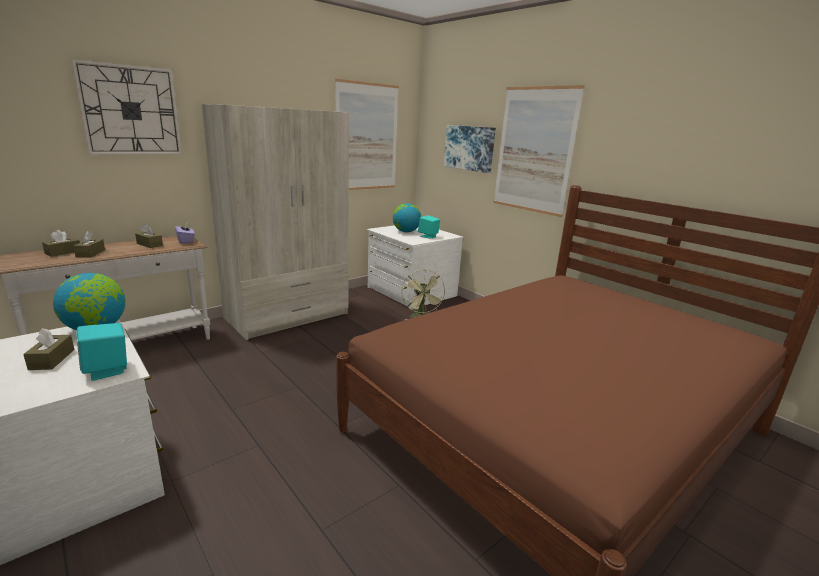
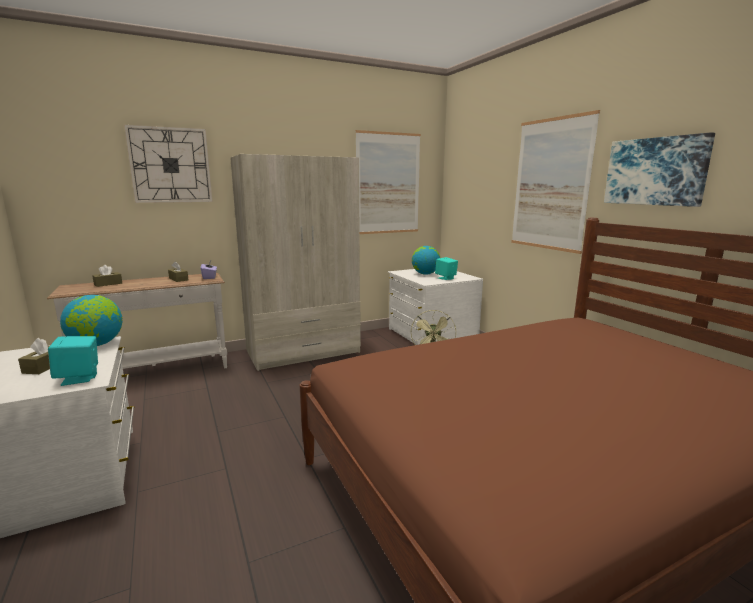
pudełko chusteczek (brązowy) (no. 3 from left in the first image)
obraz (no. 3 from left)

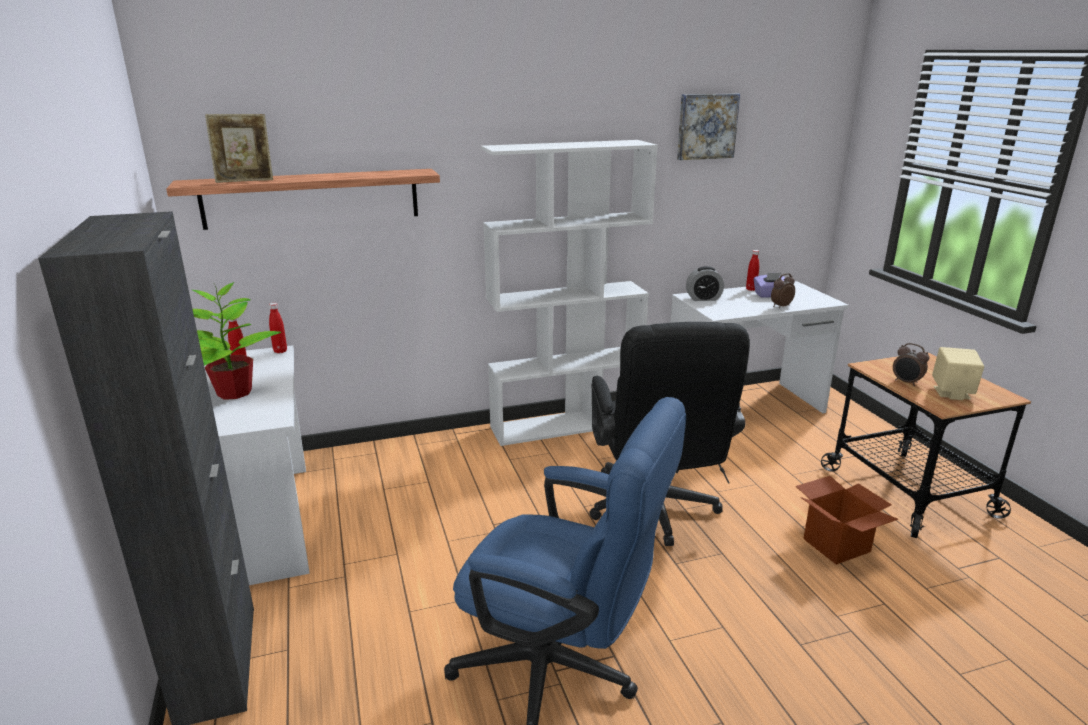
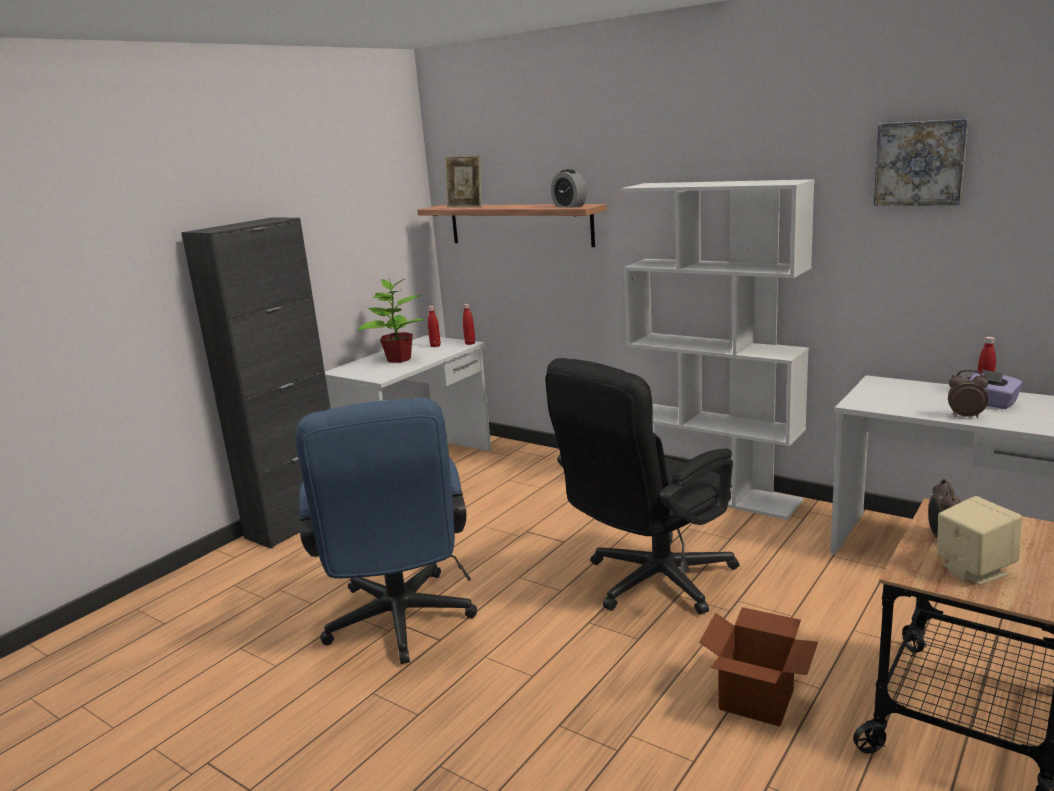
budzik (no. 1 from left)

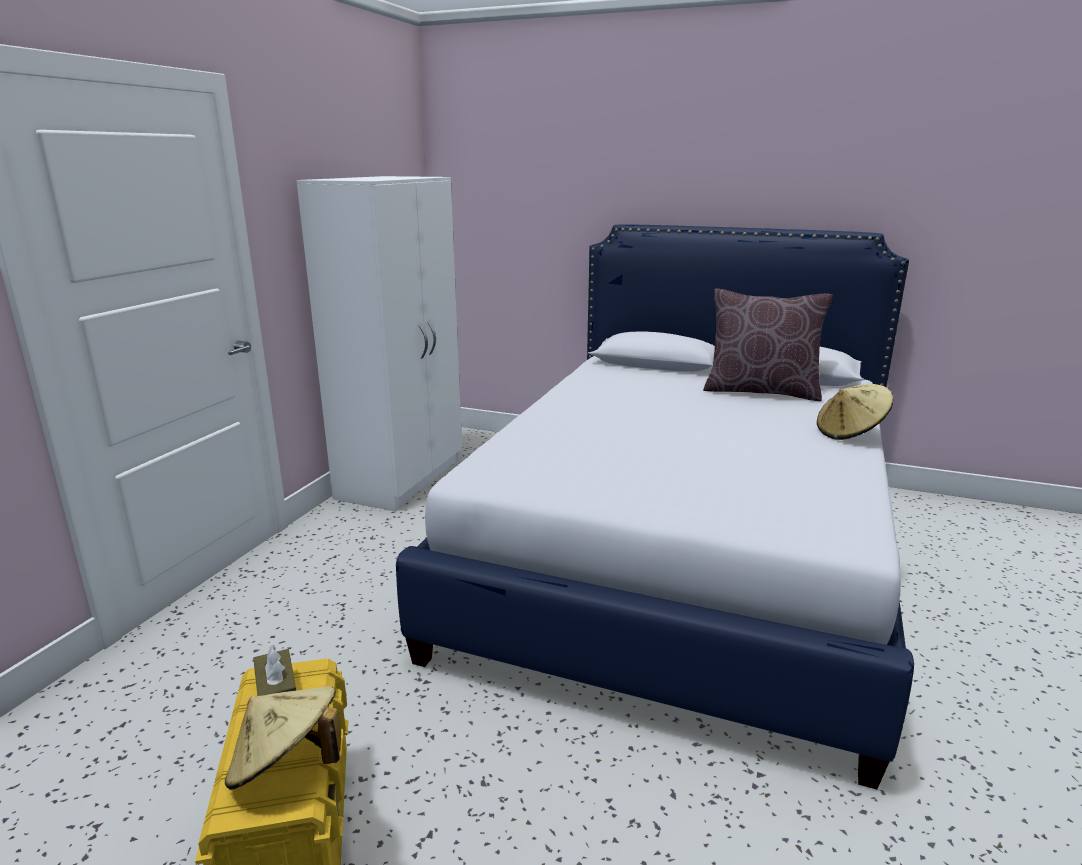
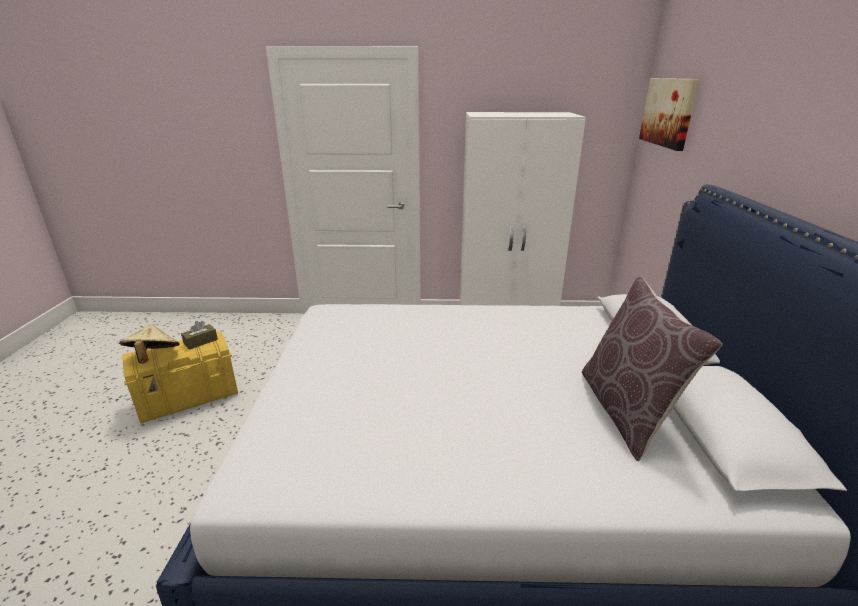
kapelusz (beżowy) (no. 2 from left in the first image)
obraz

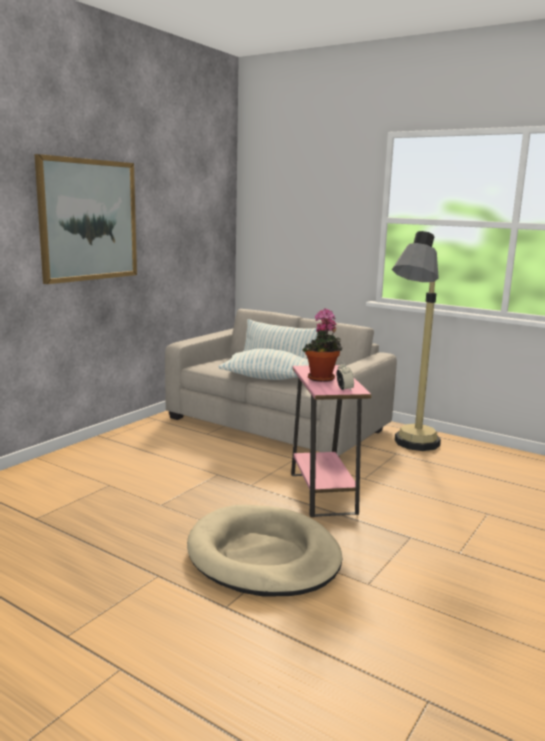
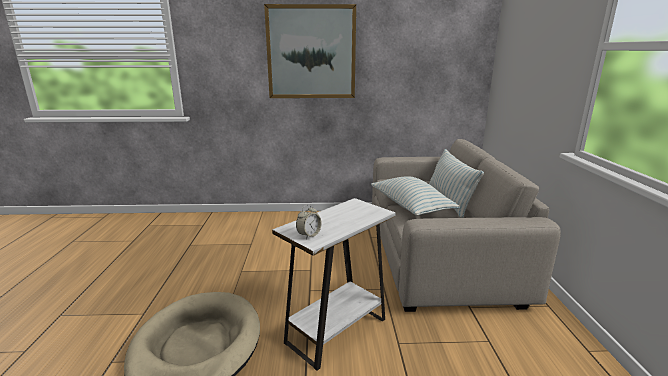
stolik (biały)
roślina doniczkowa
lampa stojąca

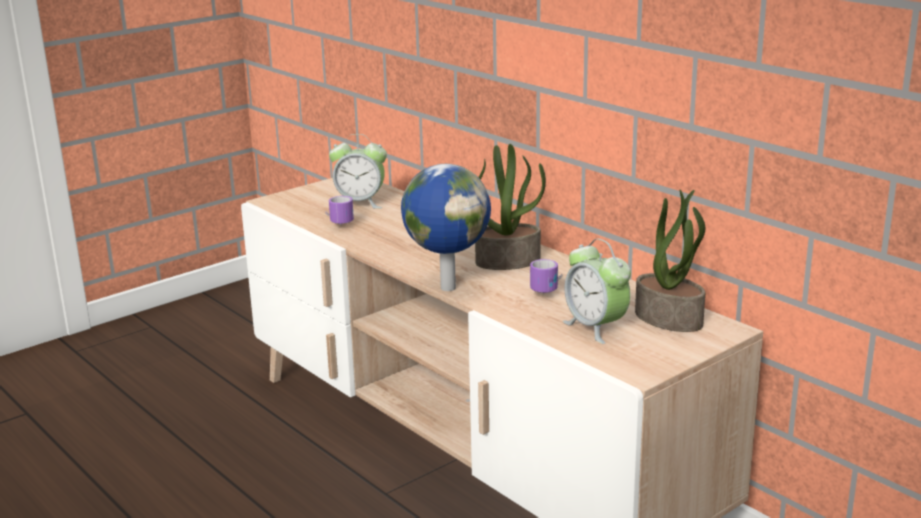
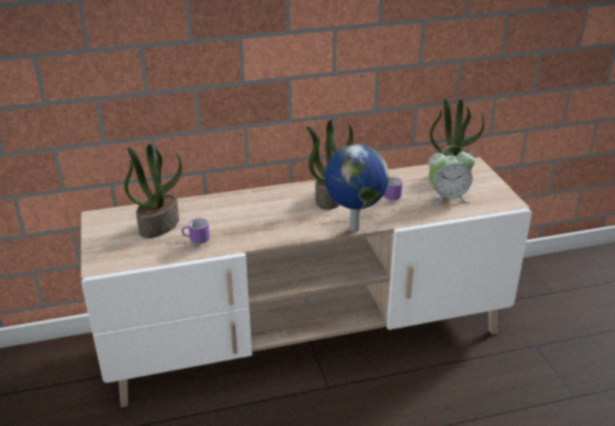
roślina doniczkowa (no. 1 from left)

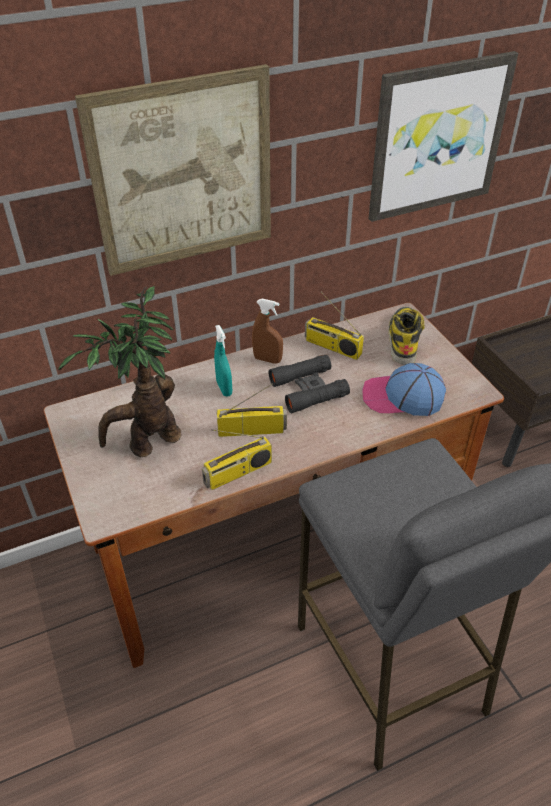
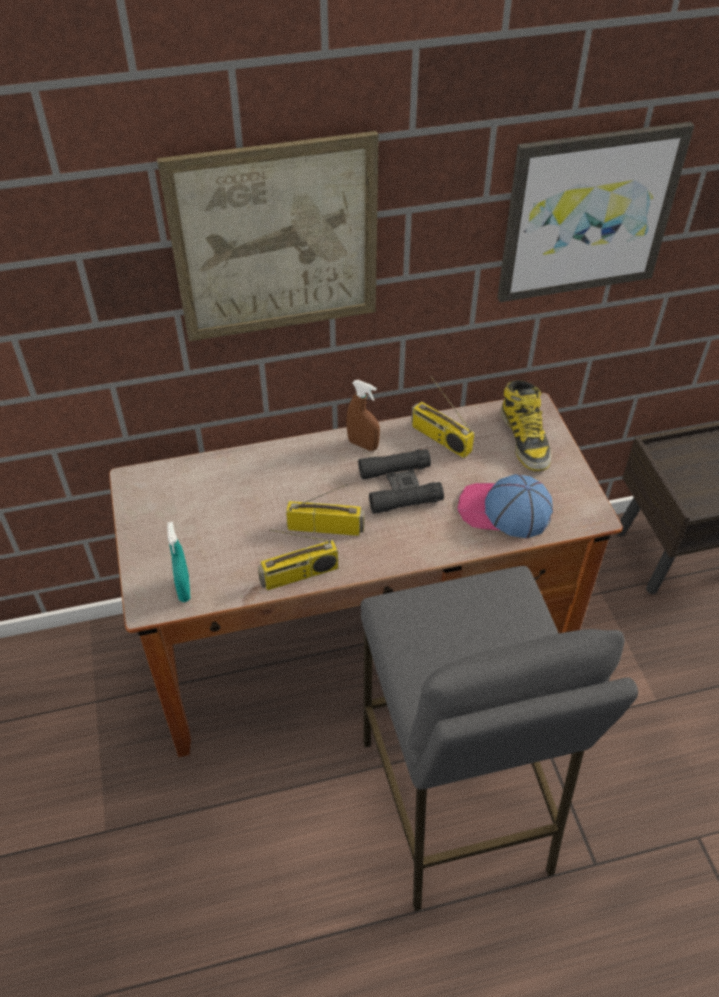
roślina doniczkowa
spryskiwacz (turkusowy)
but z cholewką

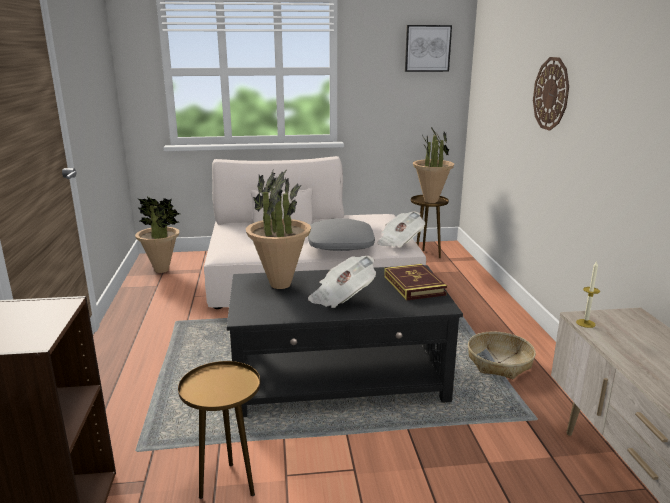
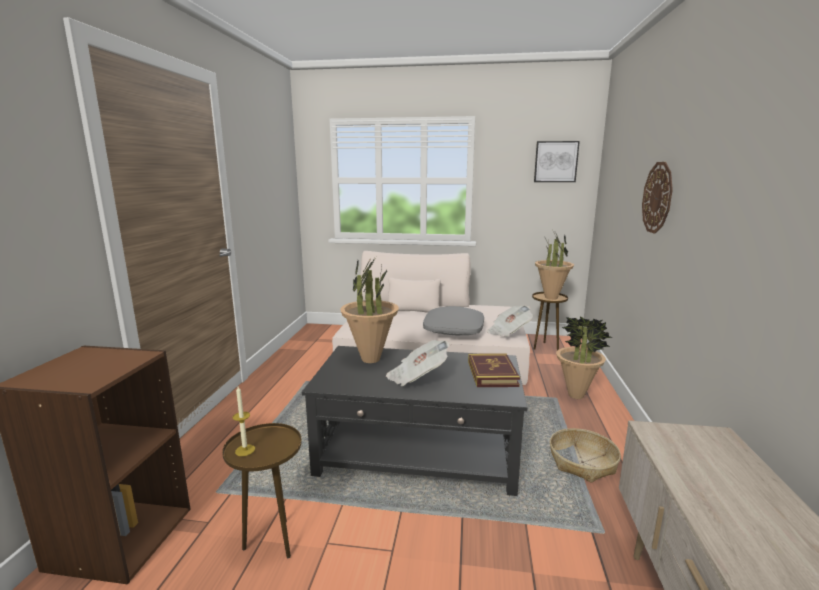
roślina doniczkowa (no. 3 from left)
świeca

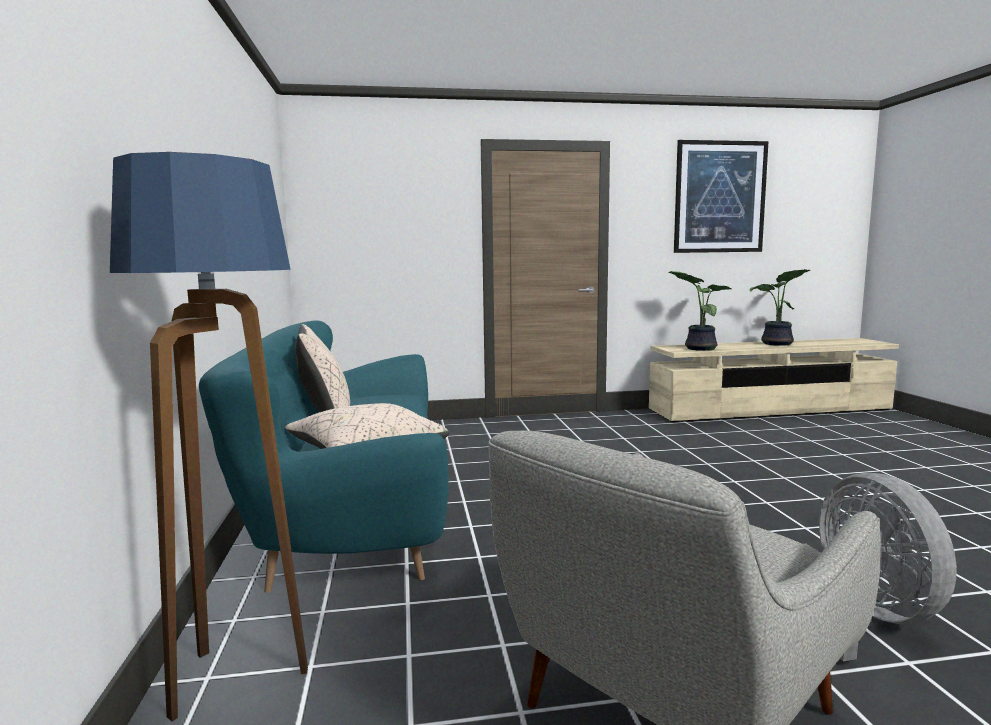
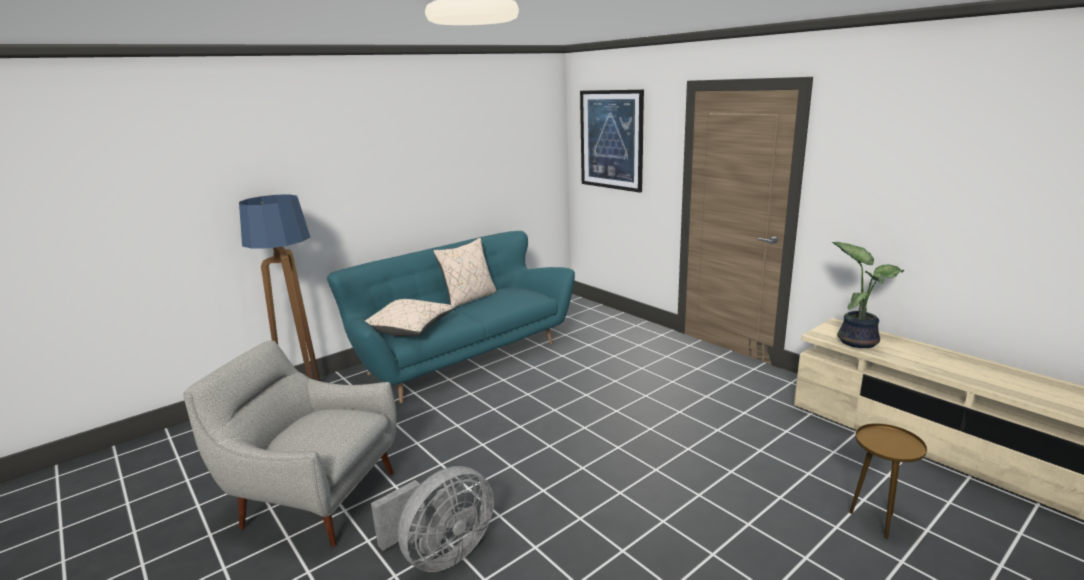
obraz
roślina doniczkowa (no. 2 from left in the first image)
stolik (brązowy)

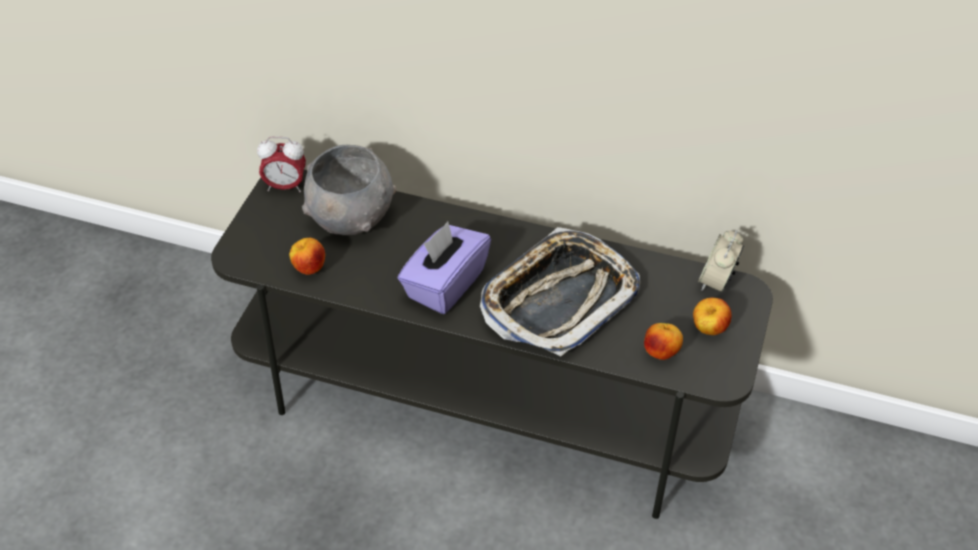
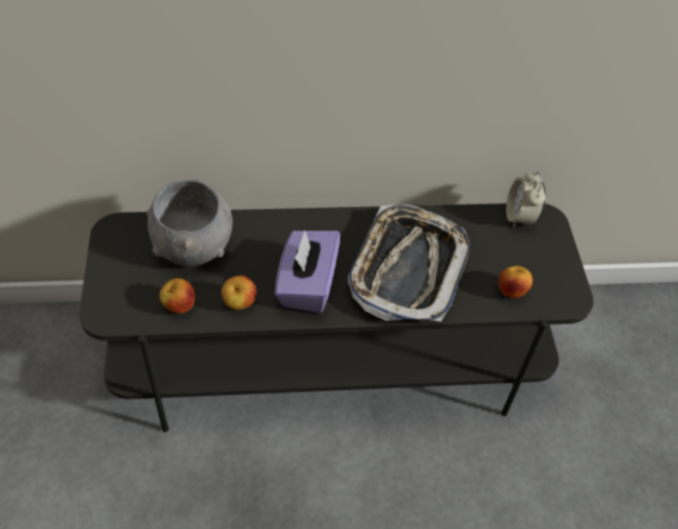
budzik (no. 1 from left in the first image)
jabłko (no. 2 from left)

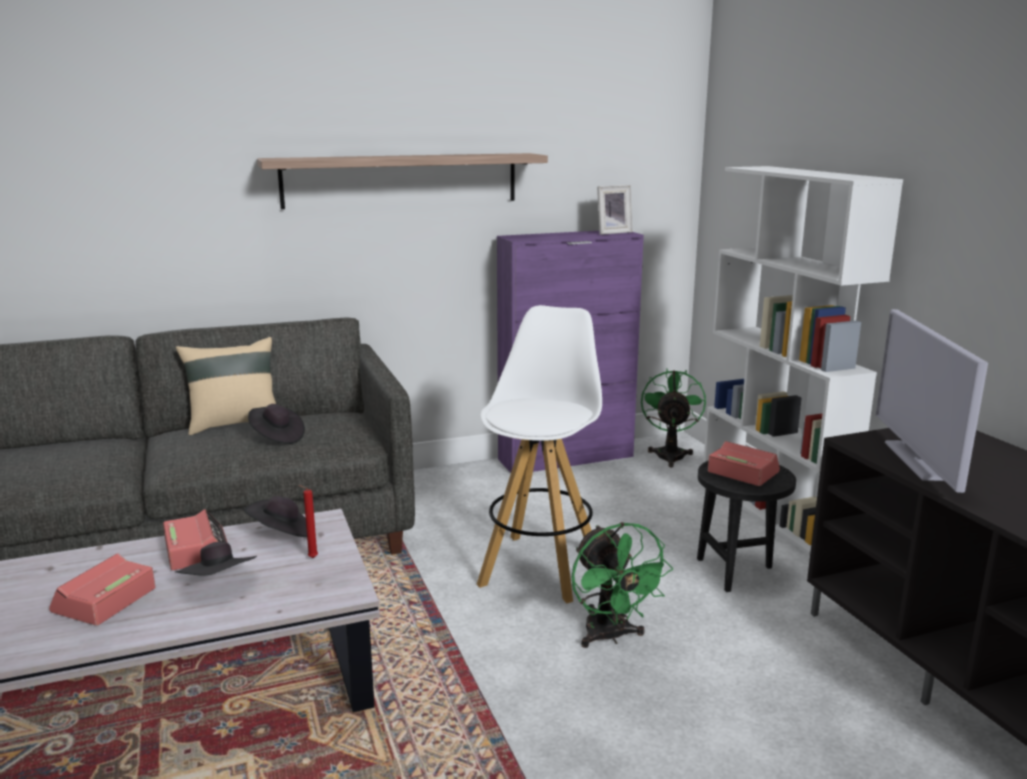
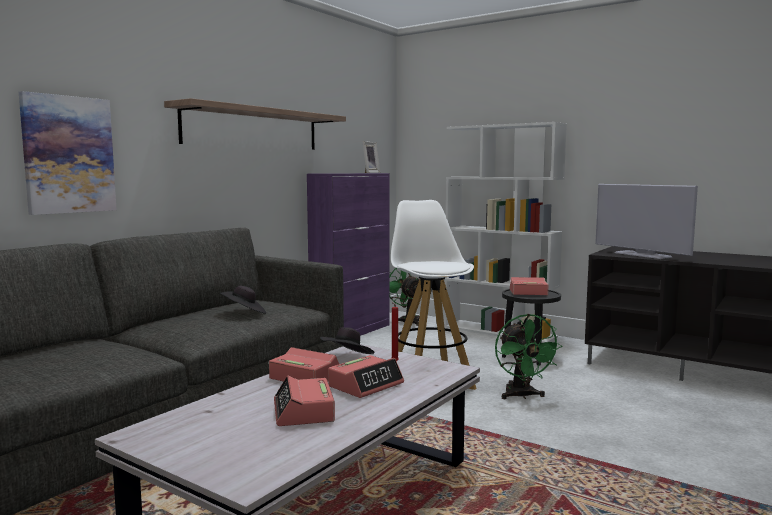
budzik (no. 3 from left)
poduszka (beżowy)
wentylator (zielony) (no. 2 from left)
obraz

